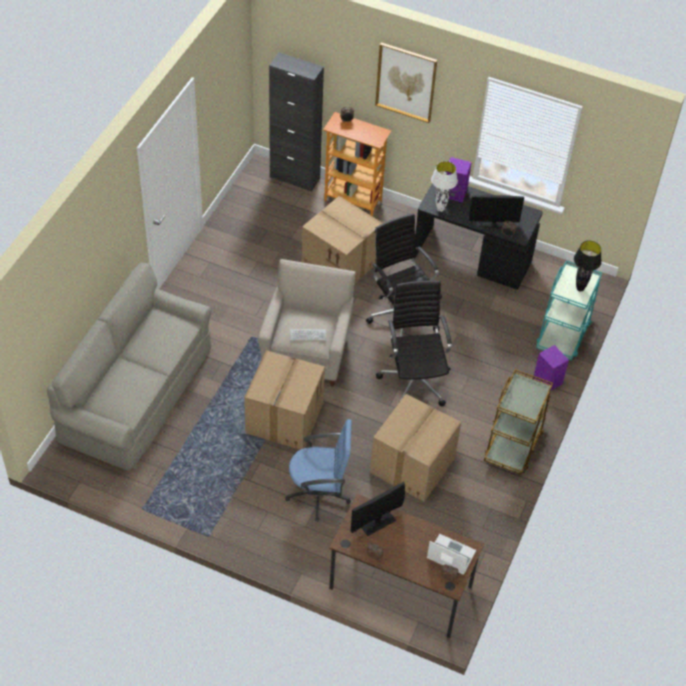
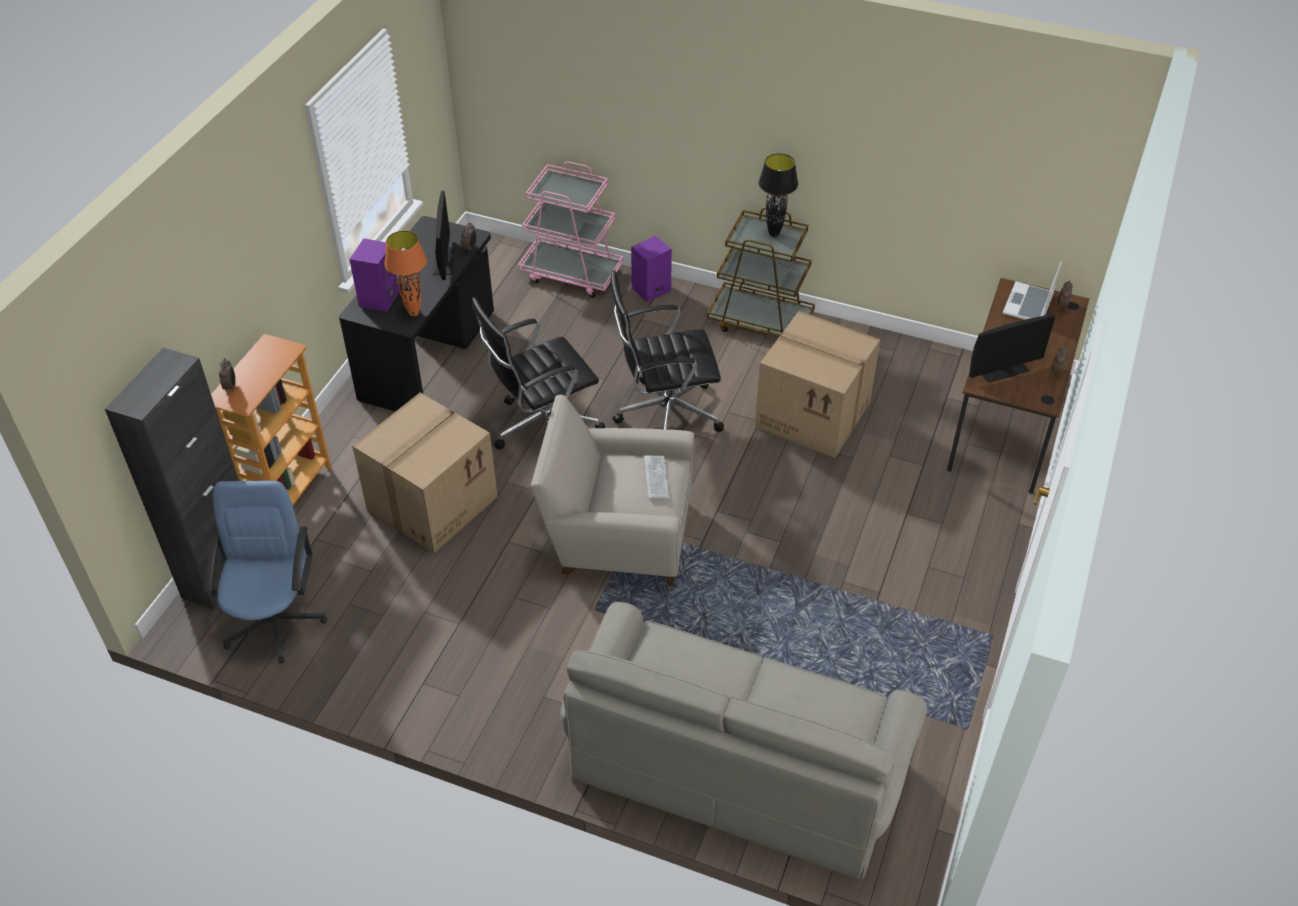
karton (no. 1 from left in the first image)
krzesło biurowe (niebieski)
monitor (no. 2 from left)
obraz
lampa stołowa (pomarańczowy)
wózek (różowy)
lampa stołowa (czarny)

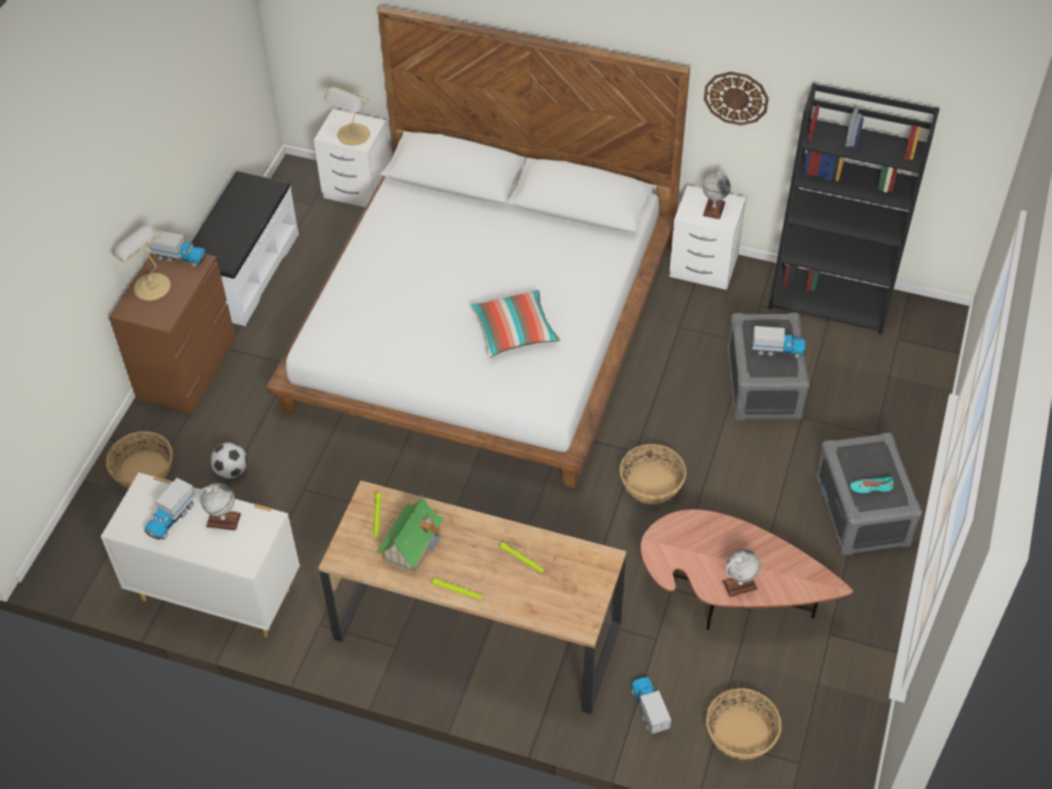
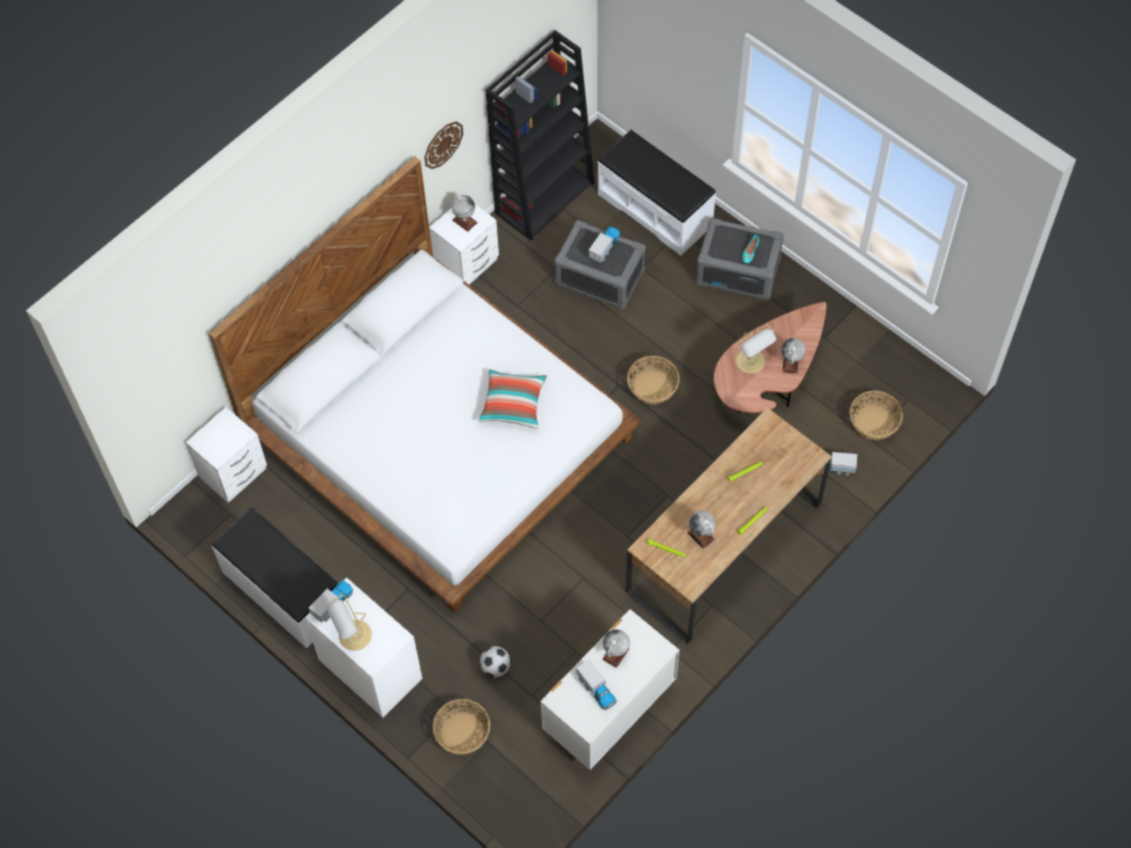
komoda (biały) (no. 1 from left)
lampa stołowa (no. 2 from left)
globus (no. 3 from left)
ławka (biały) (no. 2 from left)

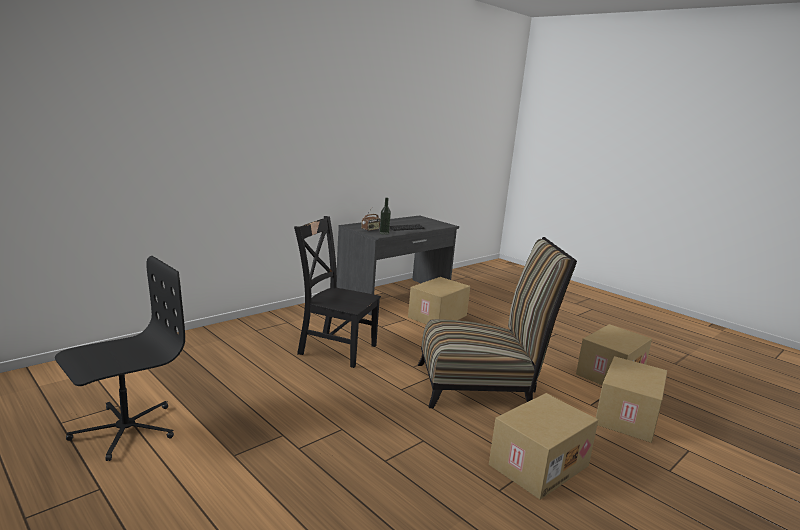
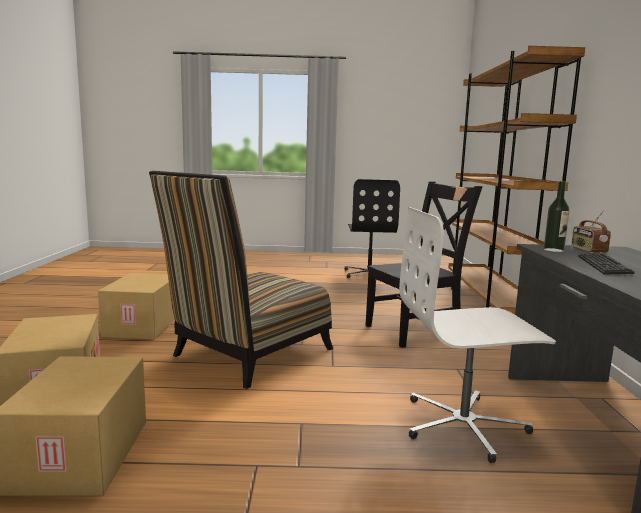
krzesło biurowe (biały)
regał (brązowy)

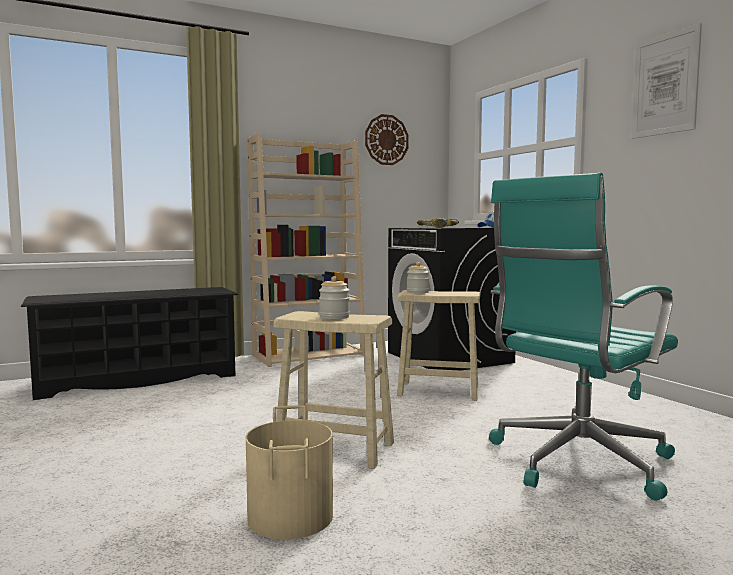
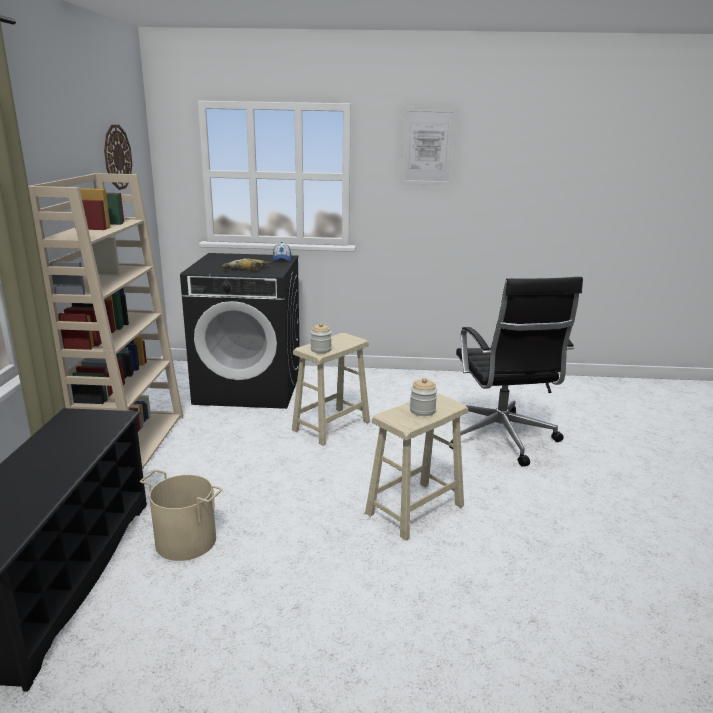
wiadro (beżowy)
krzesło biurowe (czarny)

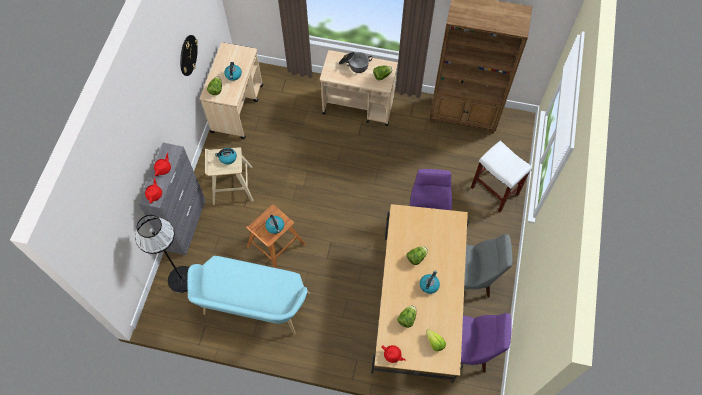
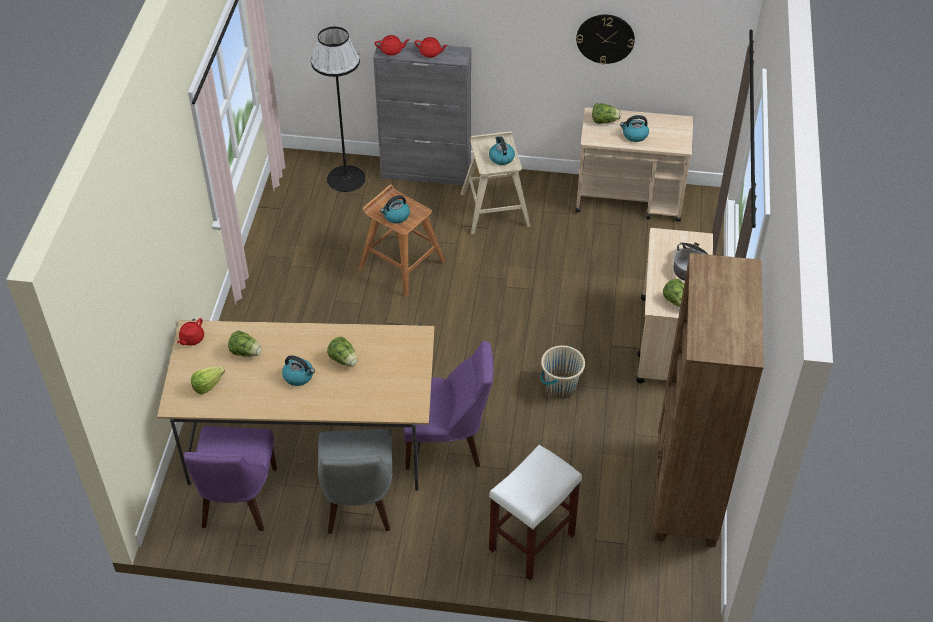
ławka (turkusowy)
wiadro (beżowy)

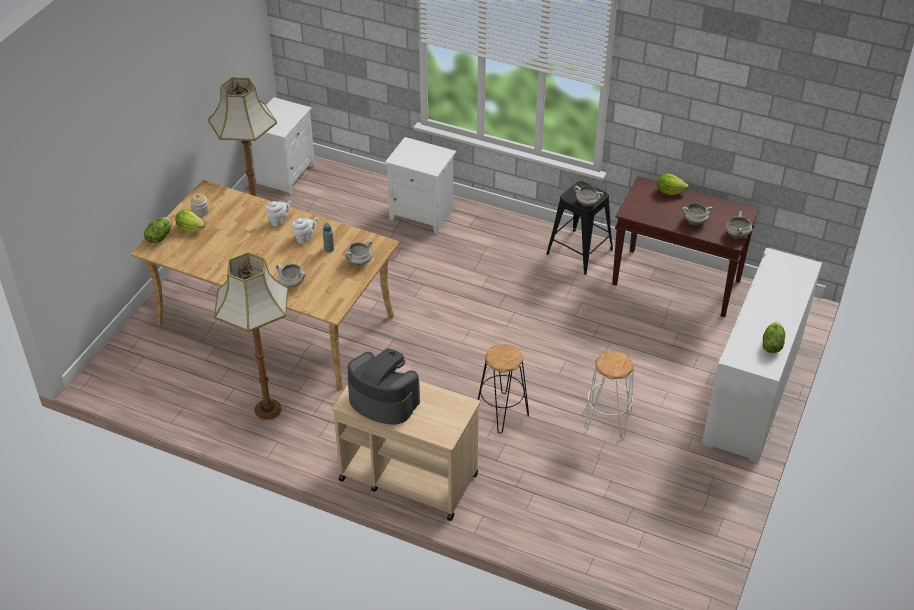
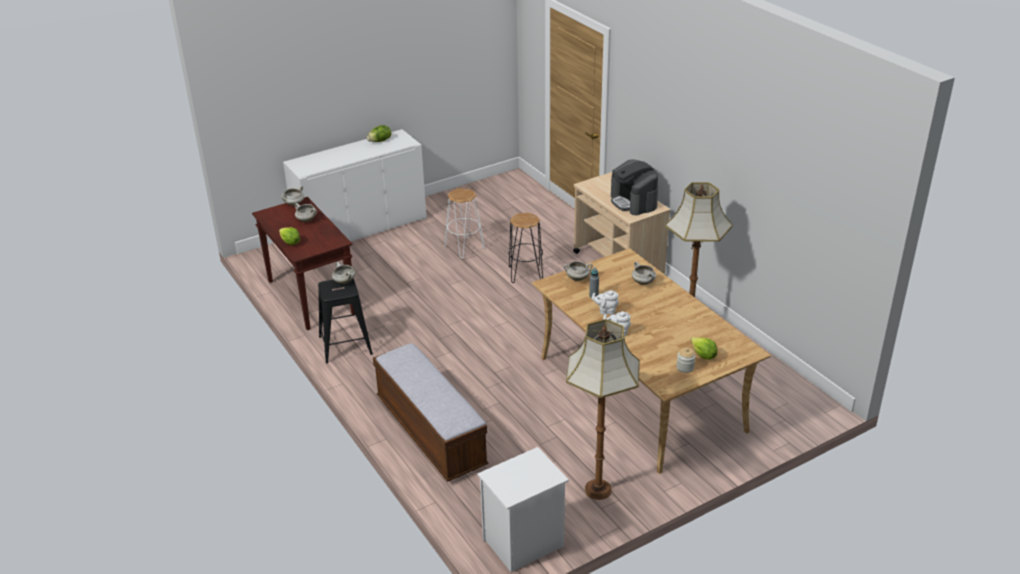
sałata (no. 1 from left in the first image)
ławka

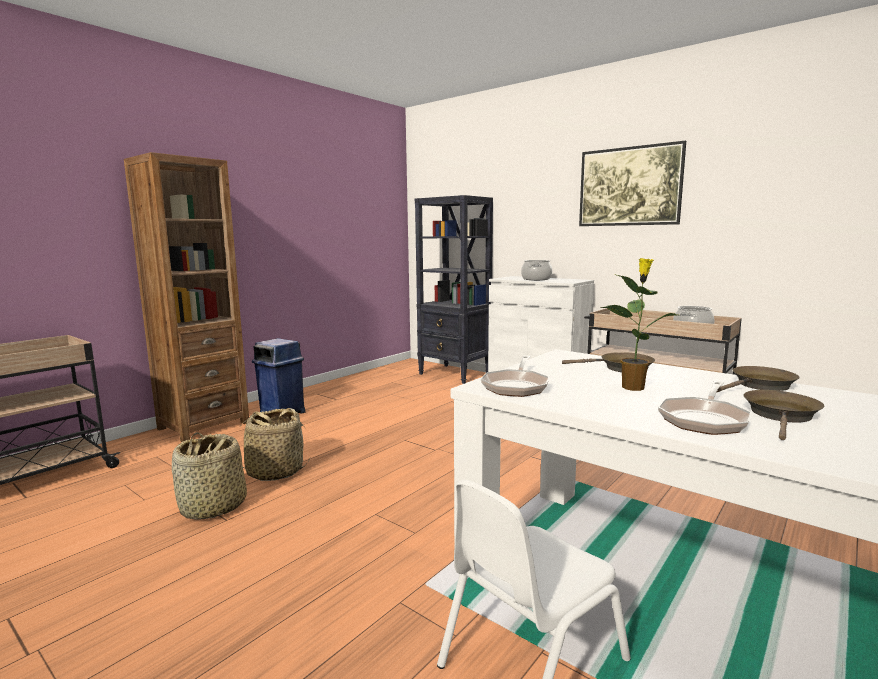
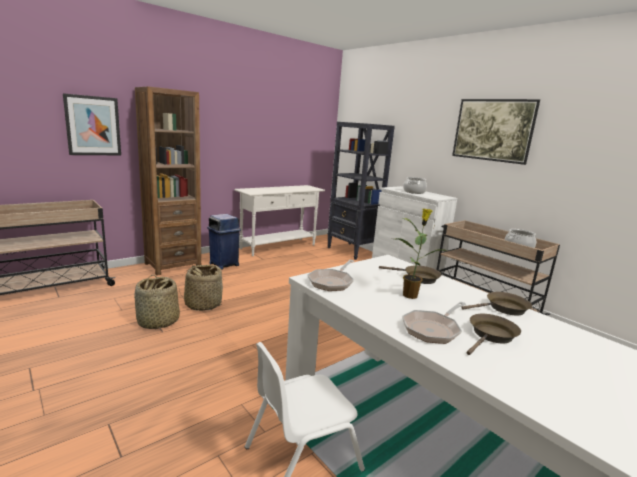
obraz (no. 1 from left)
stolik konsolowy (biały)

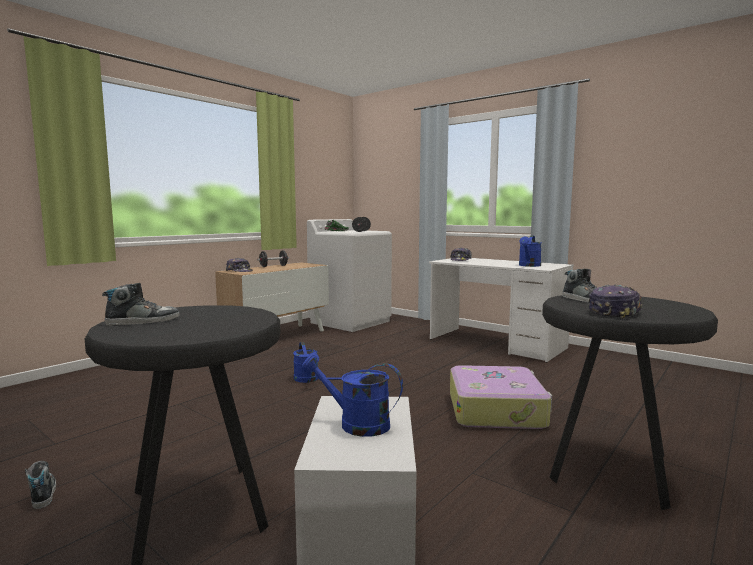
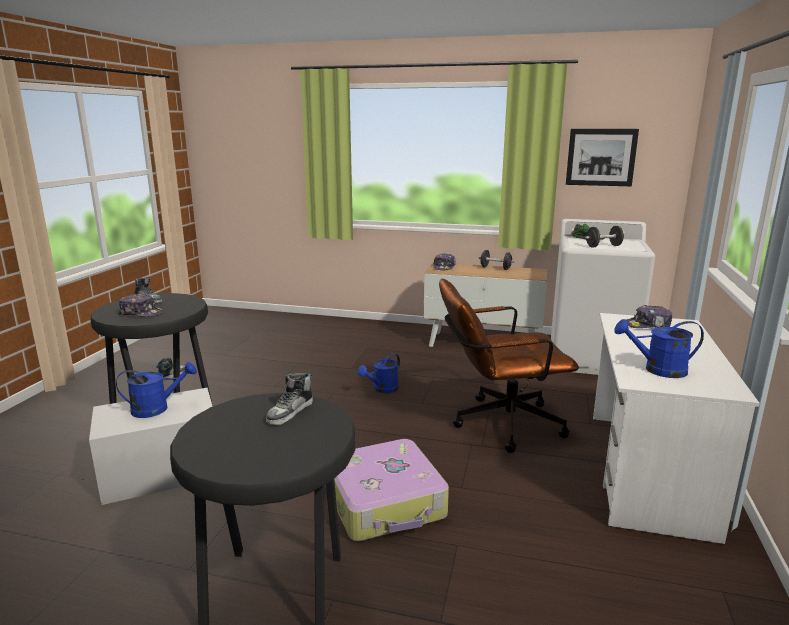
konewka (niebieski) (no. 1 from left)
czapka z daszkiem (no. 1 from left)
krzesło biurowe (brązowy)
obraz

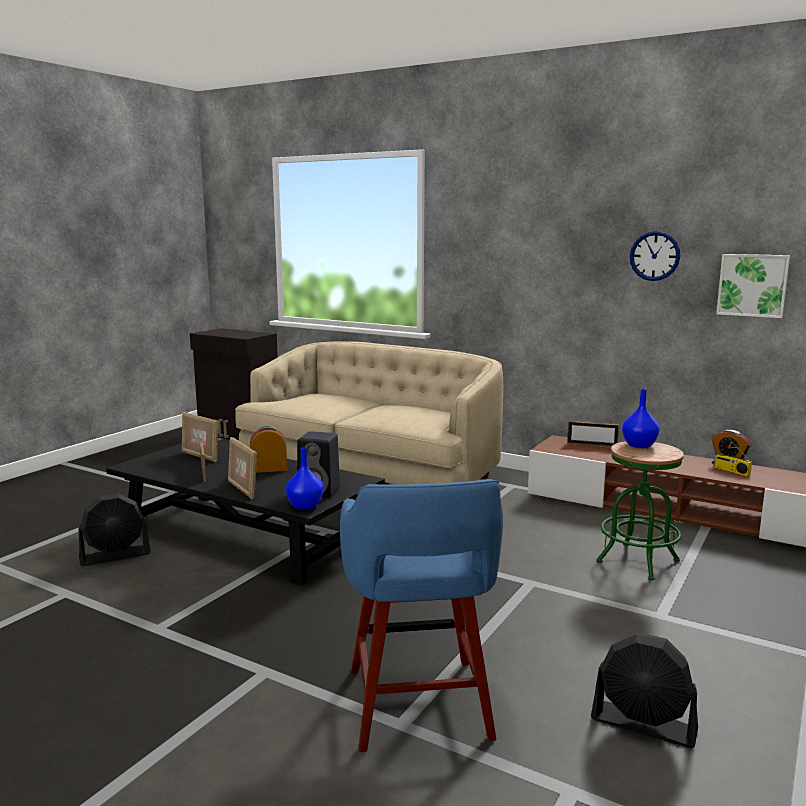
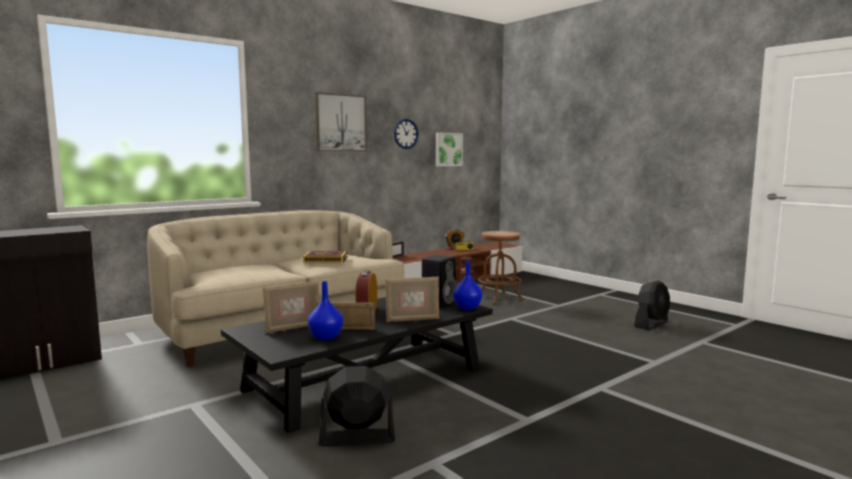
wentylator (czarny) (no. 1 from left)
stołek (niebieski)
stołek (brązowy)
wazon (niebieski) (no. 1 from left)
książka
obraz (no. 1 from left)

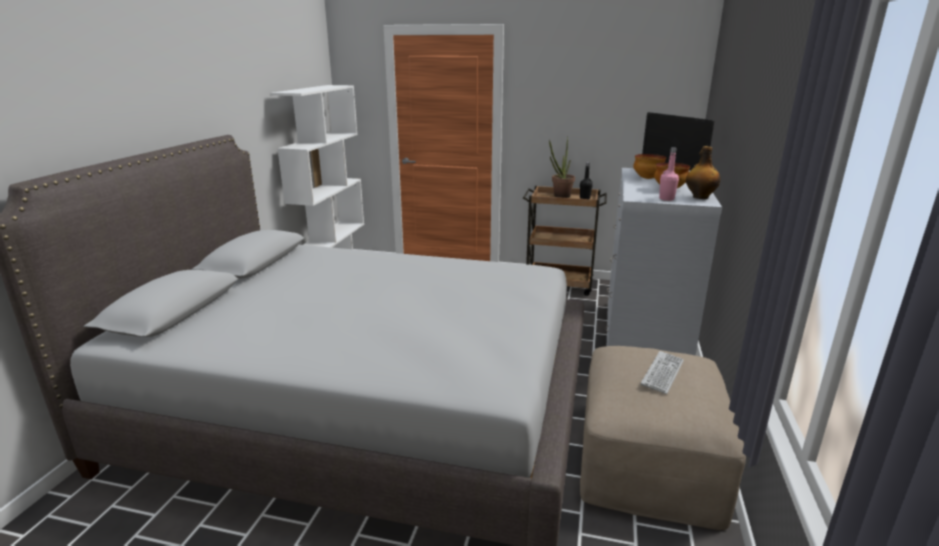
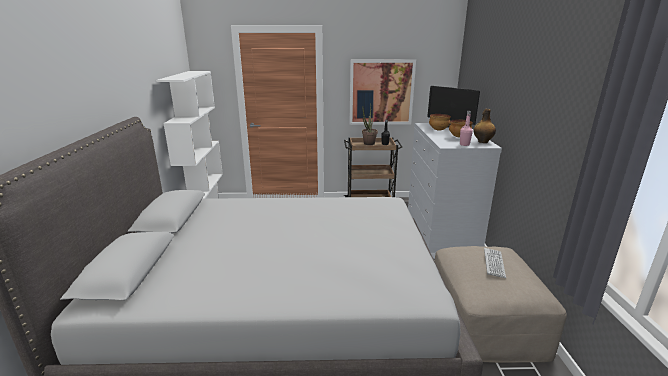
obraz

